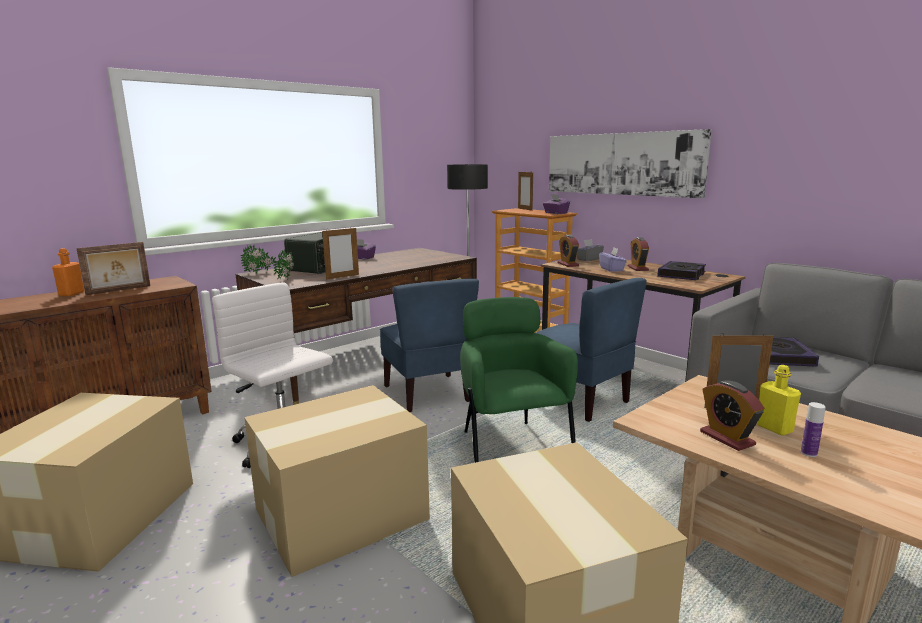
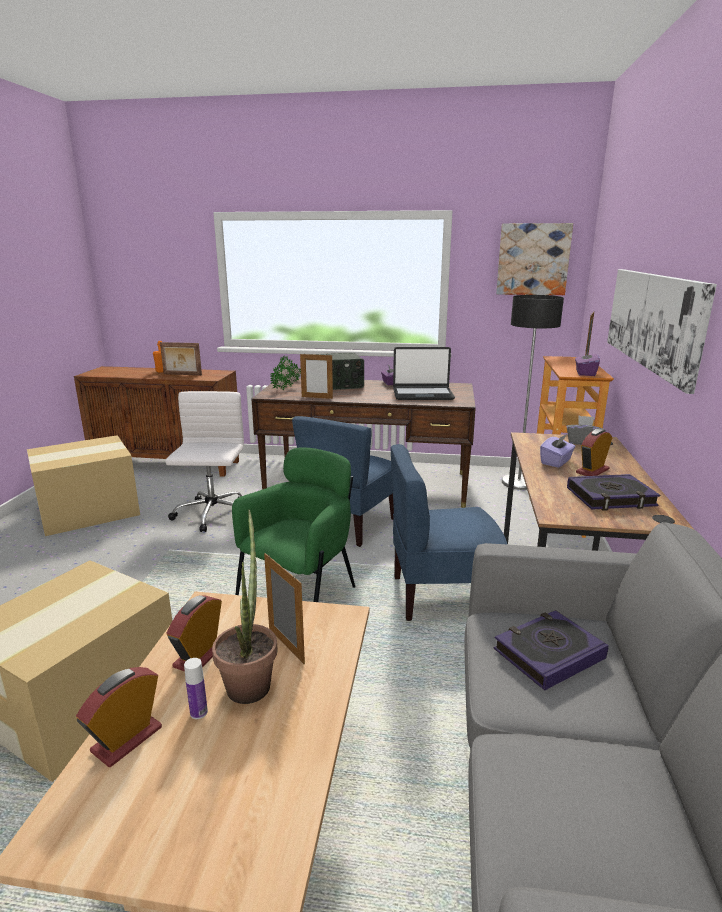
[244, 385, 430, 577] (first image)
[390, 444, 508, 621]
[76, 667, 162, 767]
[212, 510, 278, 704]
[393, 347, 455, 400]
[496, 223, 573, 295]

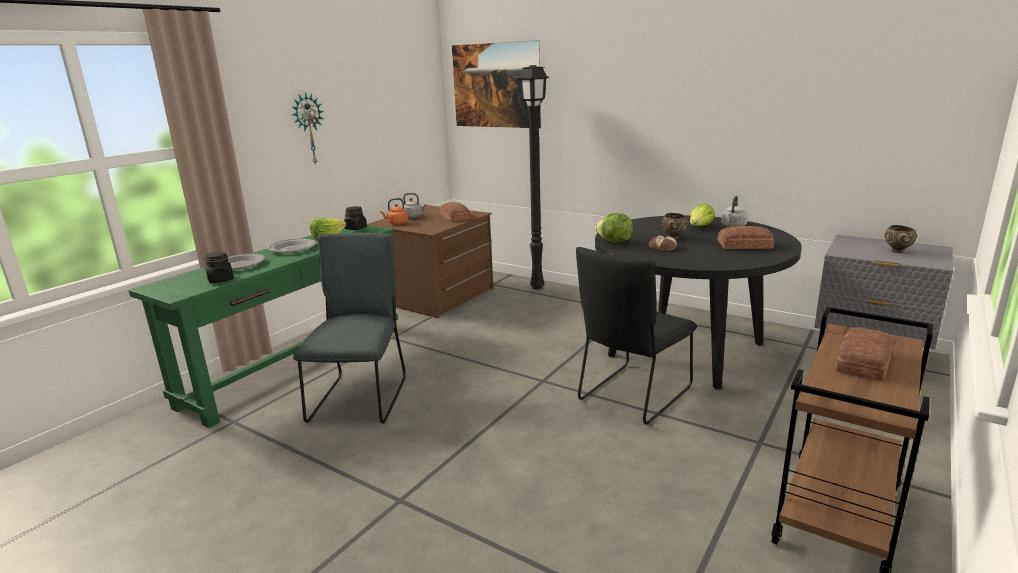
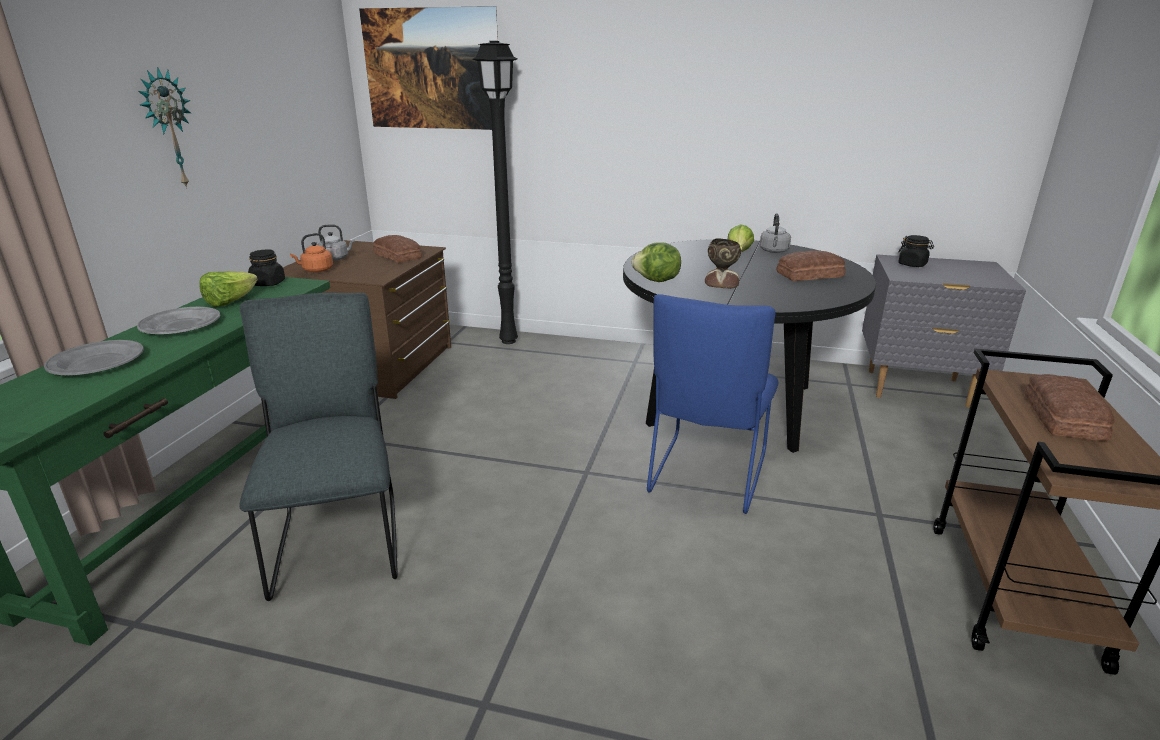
[898, 235, 934, 267]
[647, 294, 778, 514]
[885, 225, 917, 253] (first image)

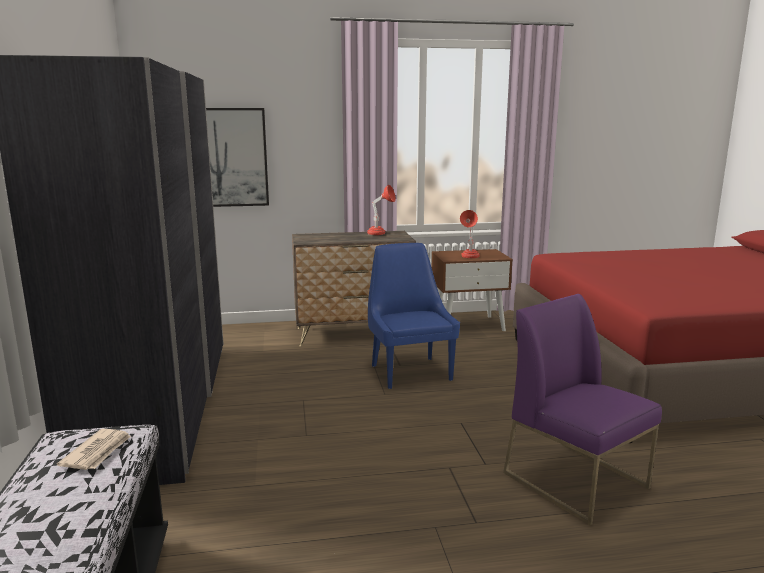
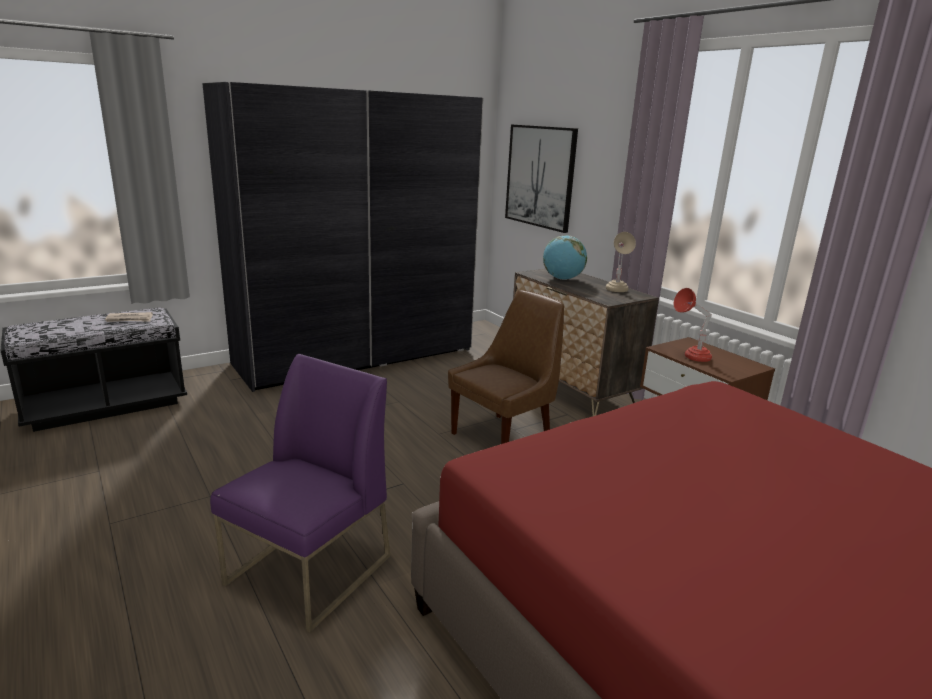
[606, 232, 636, 292]
[448, 290, 564, 444]
[543, 236, 587, 280]

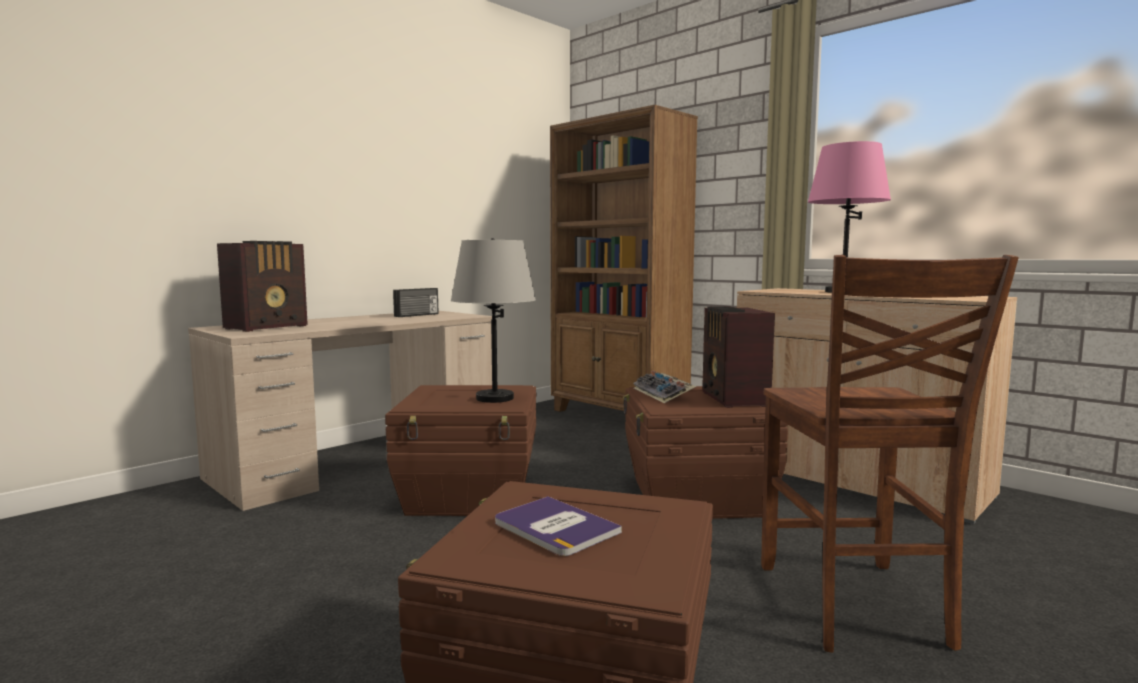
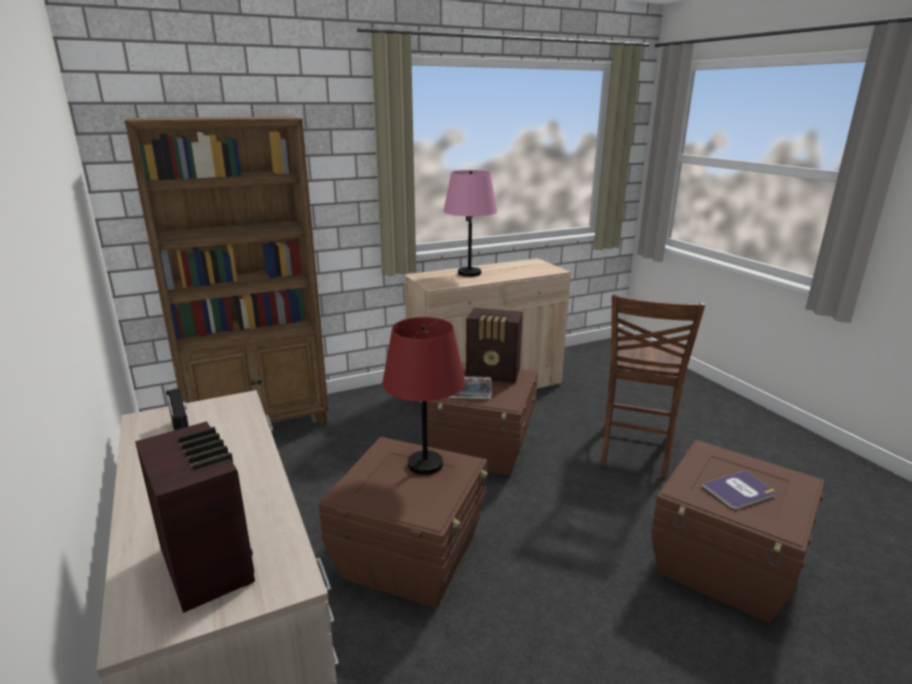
[382, 317, 465, 475]
[601, 294, 705, 477]

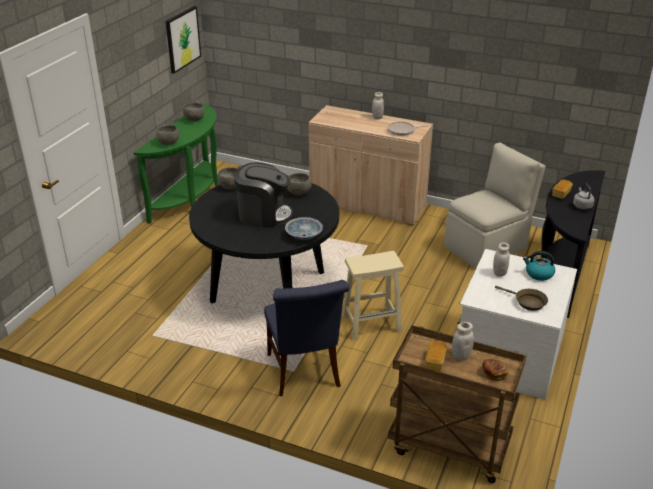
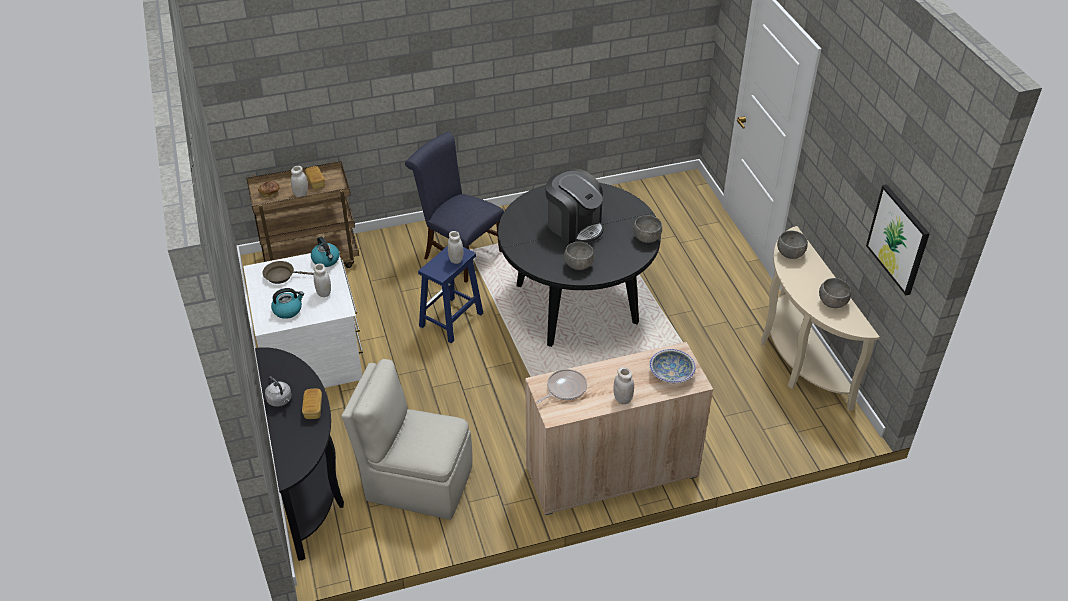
[761, 226, 880, 411]
[545, 169, 604, 244]
[649, 349, 696, 383]
[418, 245, 483, 343]
[341, 359, 472, 520]
[311, 237, 340, 267]
[448, 231, 463, 264]

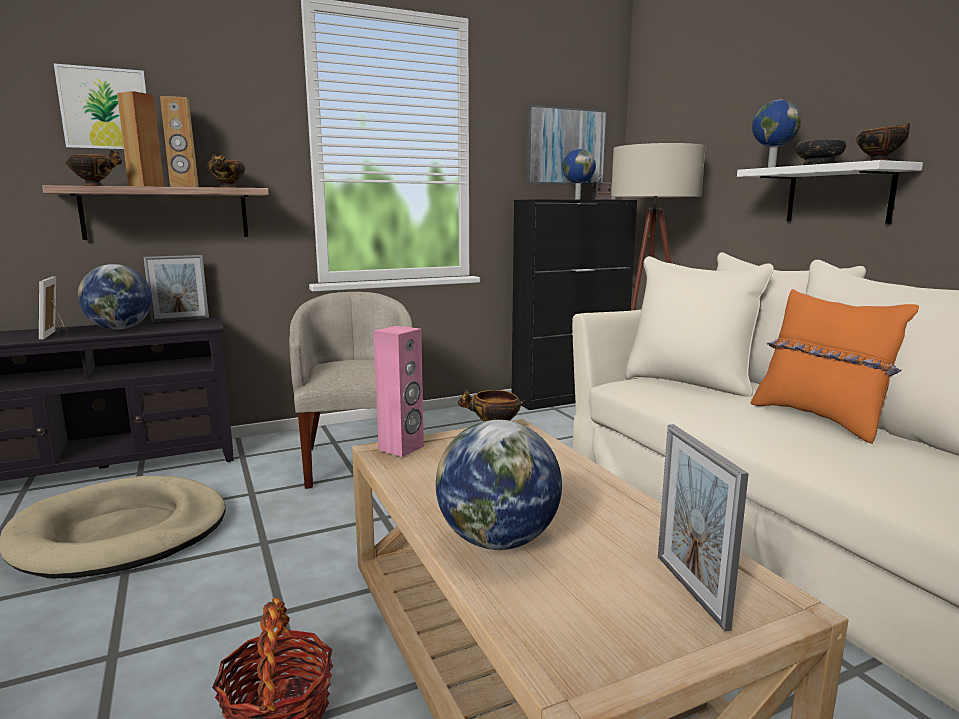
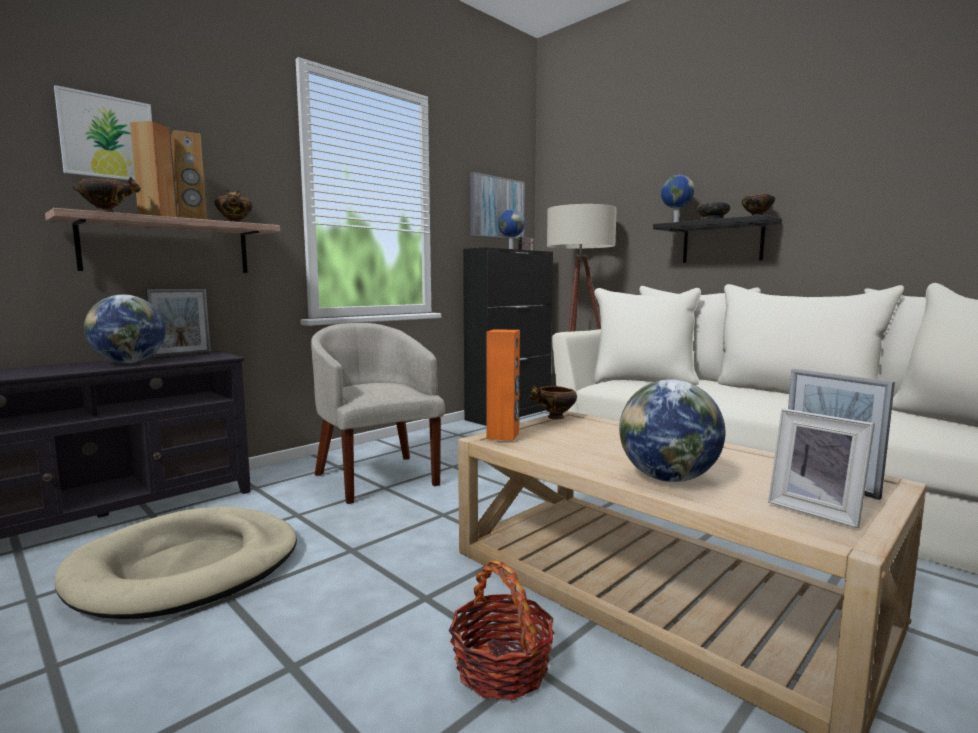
[768, 409, 875, 528]
[487, 329, 520, 441]
[653, 215, 782, 263]
[751, 289, 919, 444] (first image)

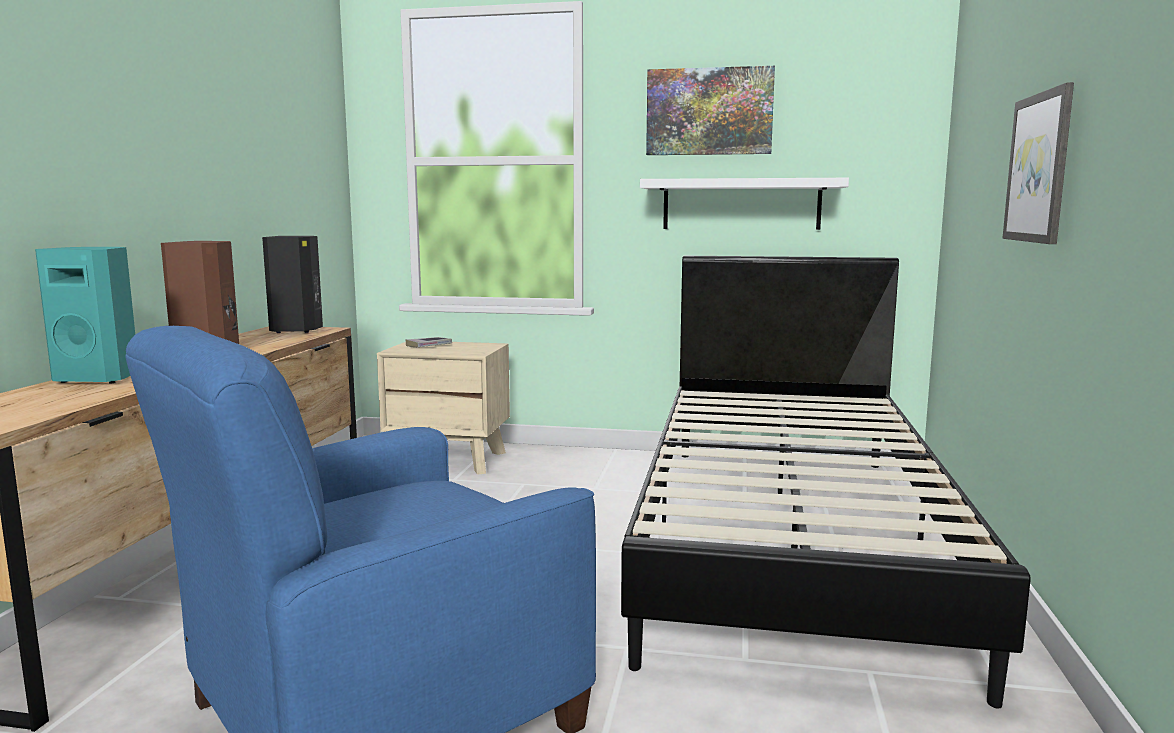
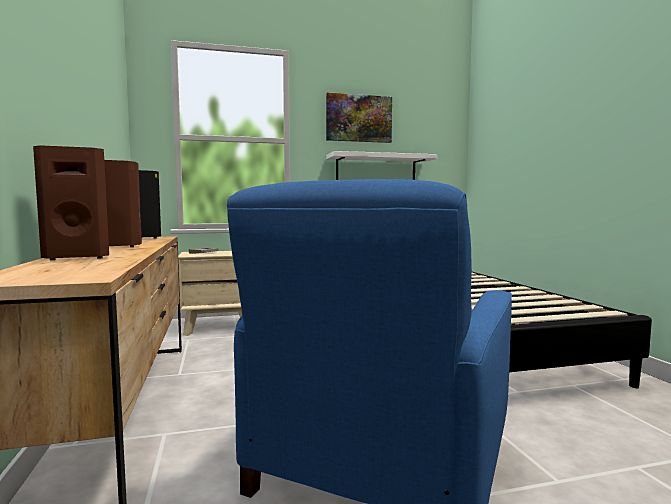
[33, 145, 109, 260]
[1003, 82, 1074, 244] (first image)

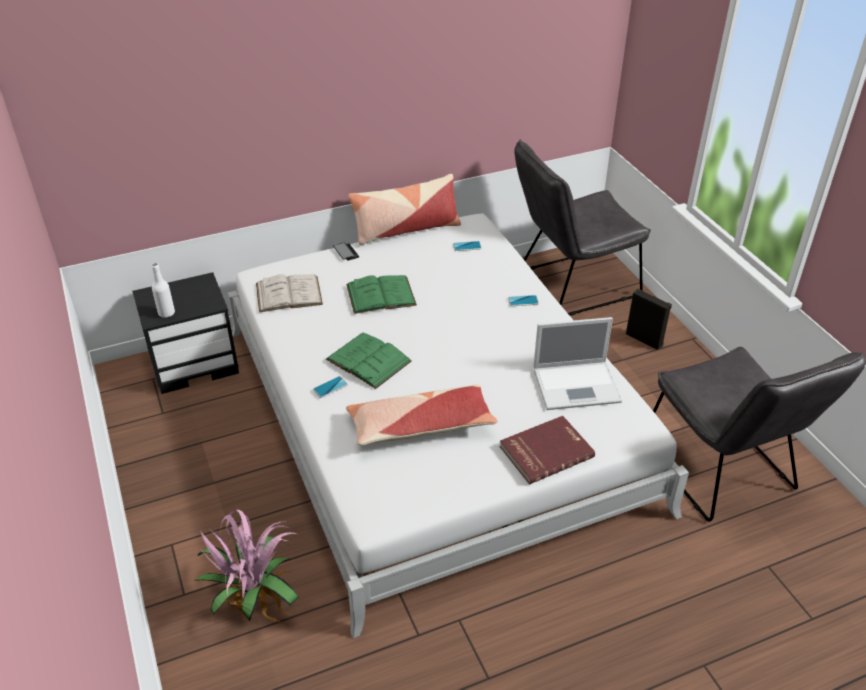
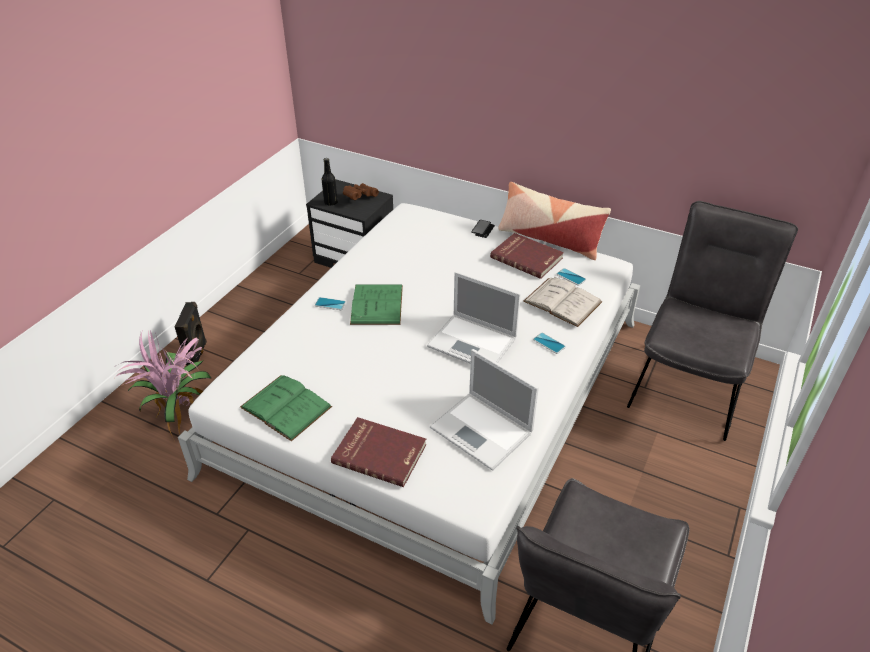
[322, 158, 338, 205]
[523, 277, 602, 327]
[240, 375, 332, 442]
[346, 384, 498, 446] (first image)
[627, 201, 798, 441]
[175, 302, 207, 366]
[343, 183, 379, 200]
[427, 272, 521, 364]
[490, 233, 564, 279]

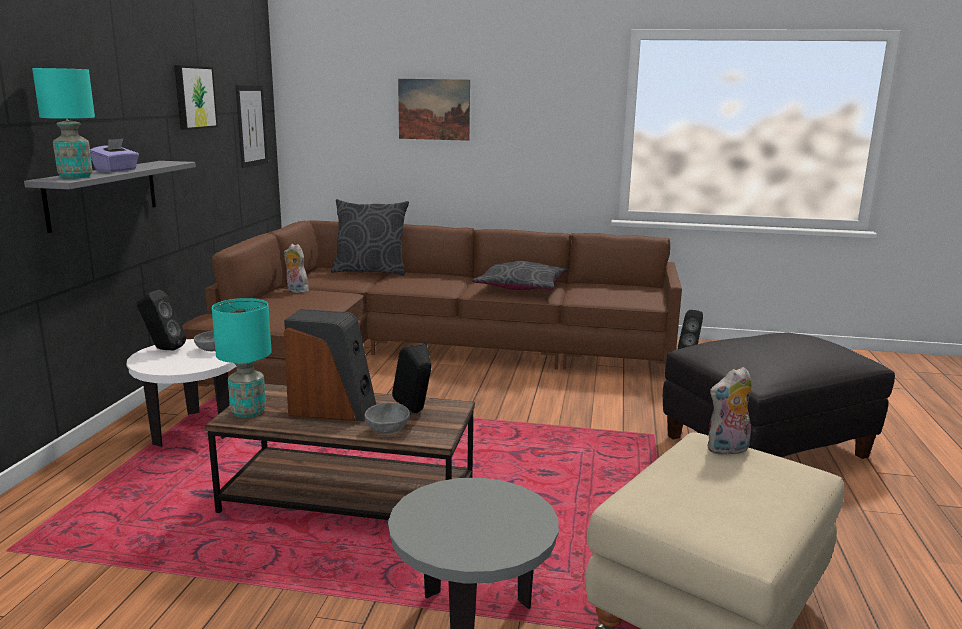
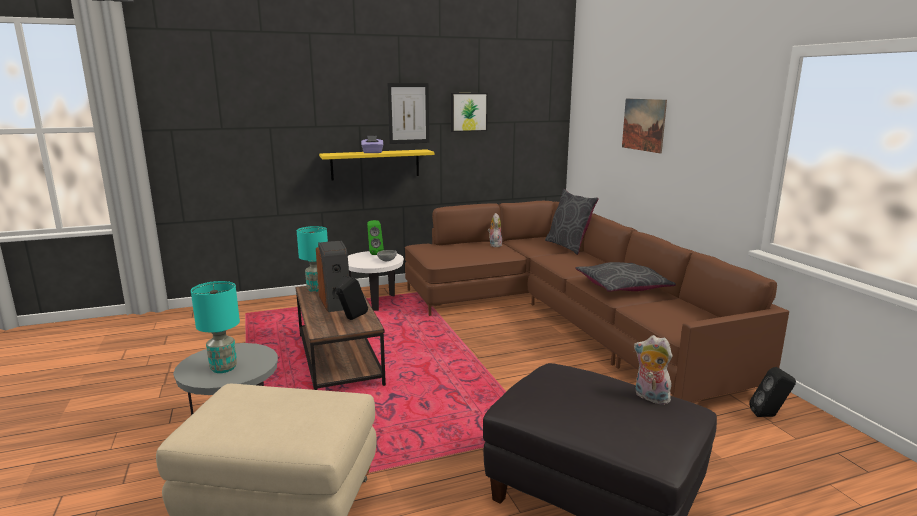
[319, 149, 434, 180]
[191, 281, 240, 373]
[367, 220, 384, 255]
[387, 83, 429, 144]
[365, 403, 410, 433] (first image)
[634, 335, 673, 404]

